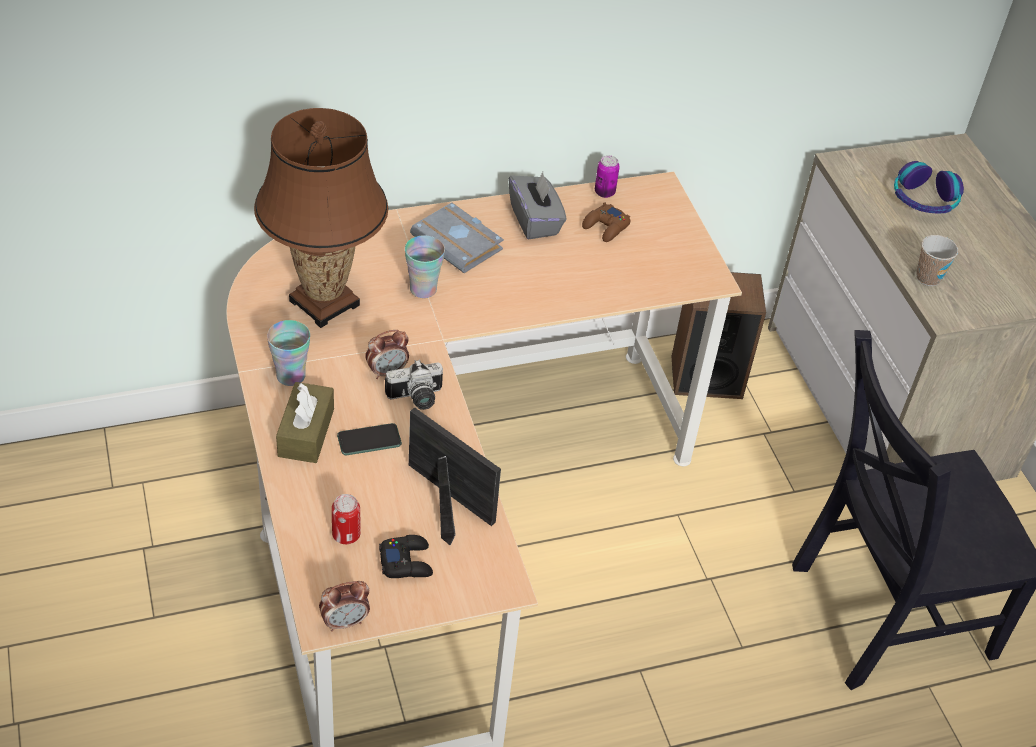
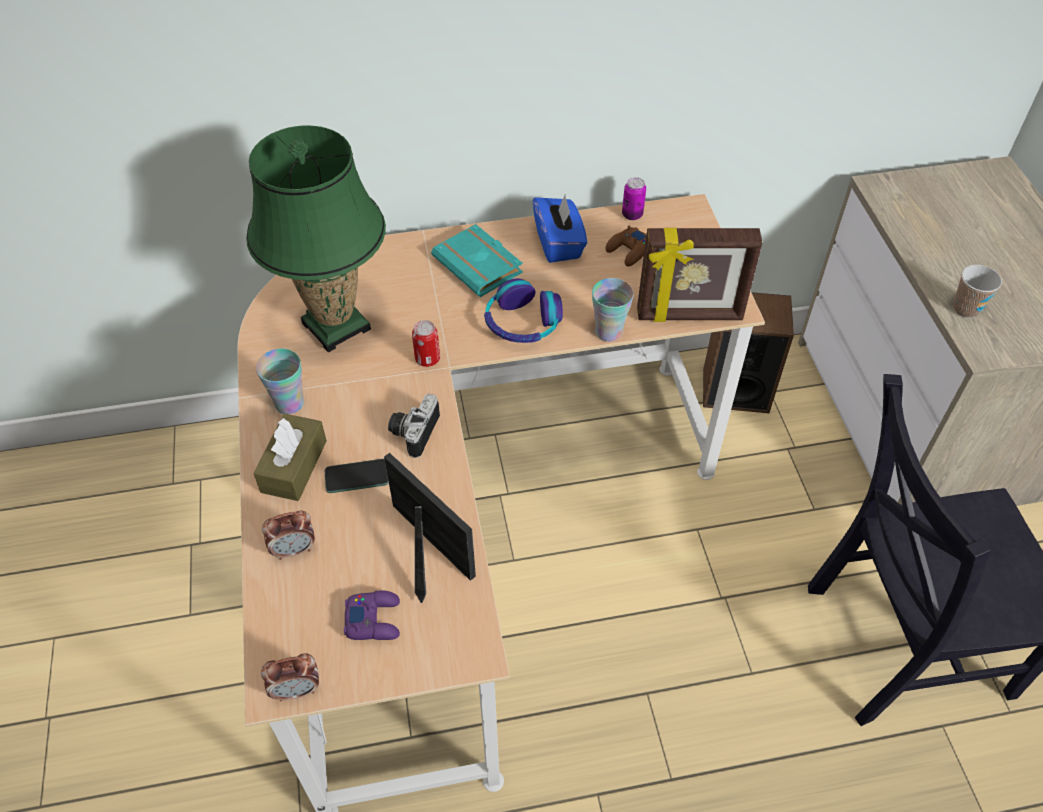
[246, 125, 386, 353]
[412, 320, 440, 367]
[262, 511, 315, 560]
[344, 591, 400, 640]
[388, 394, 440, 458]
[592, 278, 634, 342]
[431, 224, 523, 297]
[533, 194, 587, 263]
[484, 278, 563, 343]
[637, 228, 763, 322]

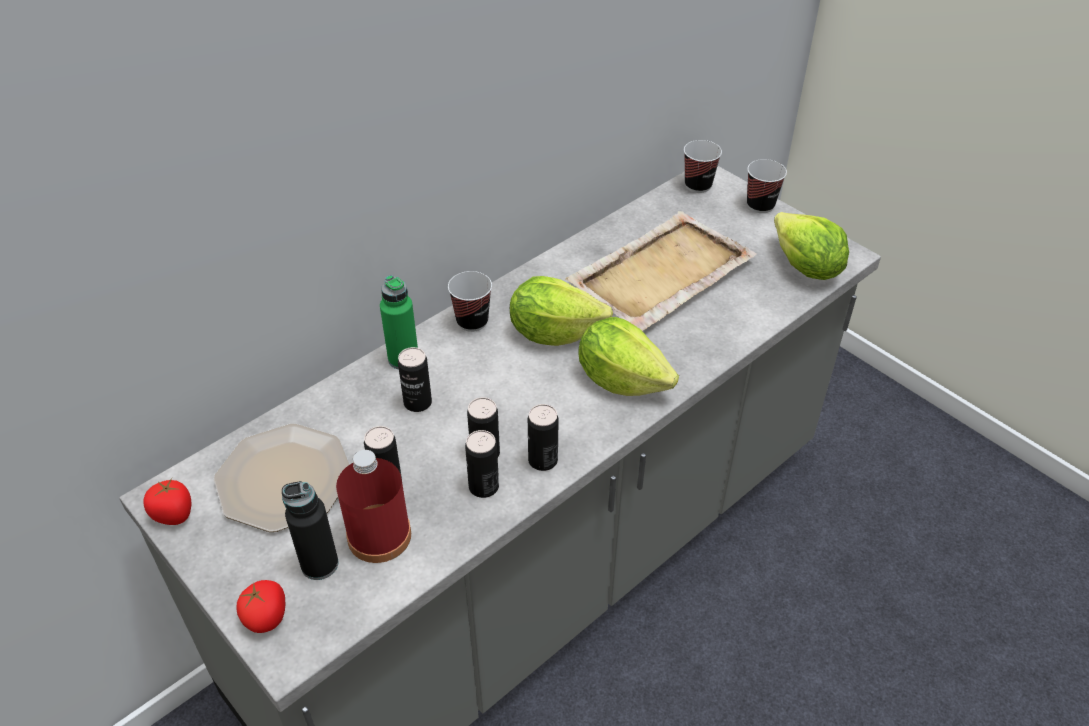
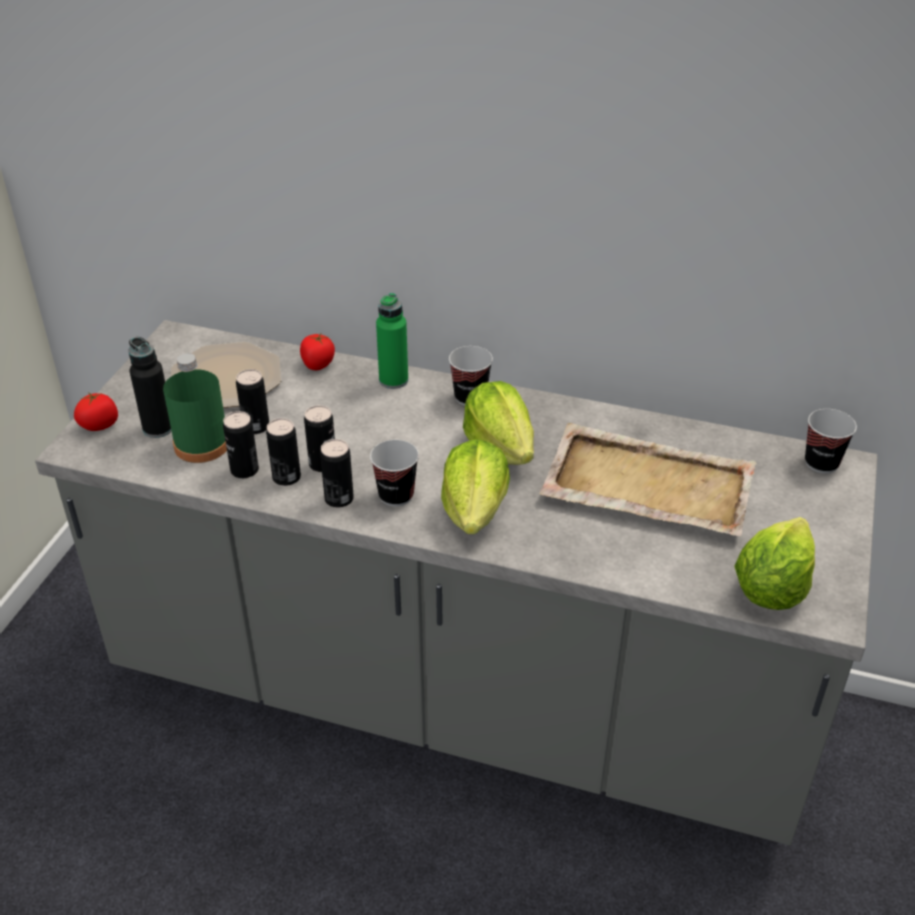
[300, 334, 335, 370]
[163, 353, 227, 463]
[223, 411, 259, 478]
[370, 440, 419, 506]

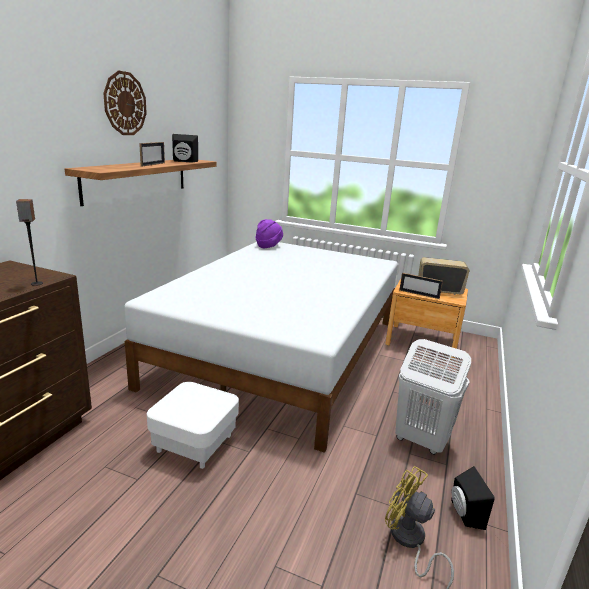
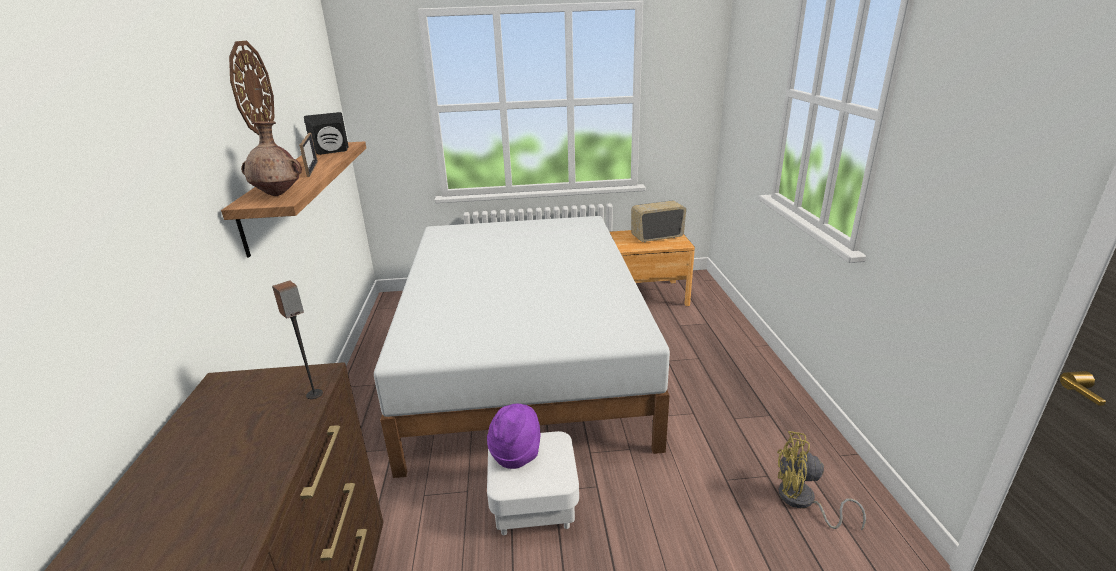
[487, 404, 540, 469]
[395, 339, 471, 455] (first image)
[399, 273, 443, 299] (first image)
[451, 466, 495, 530] (first image)
[241, 121, 302, 196]

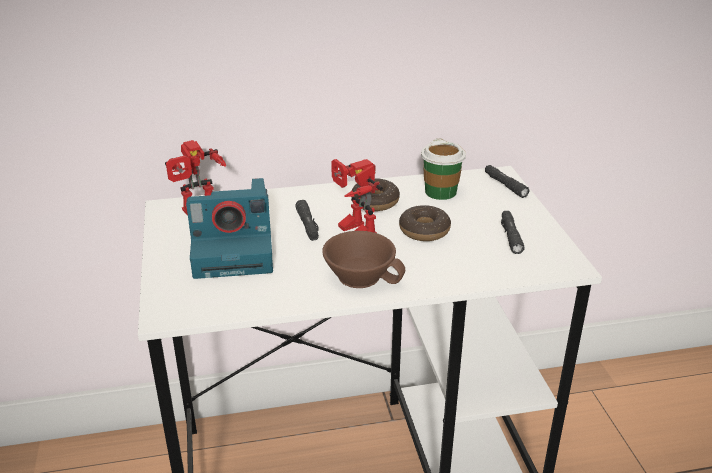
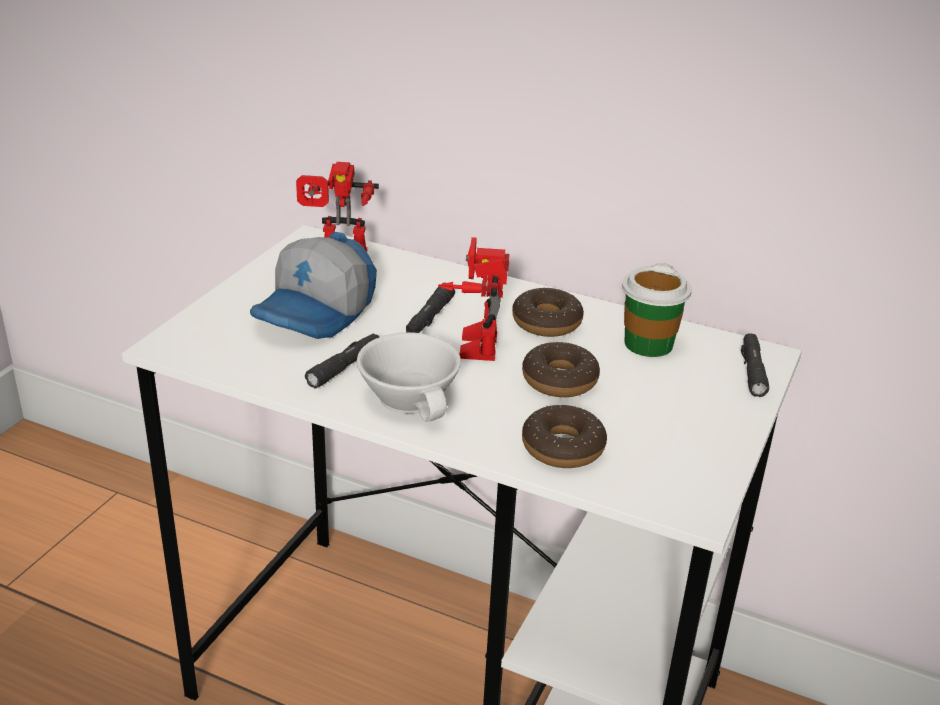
[250, 232, 377, 339]
[357, 333, 461, 422]
[305, 333, 379, 388]
[522, 405, 607, 468]

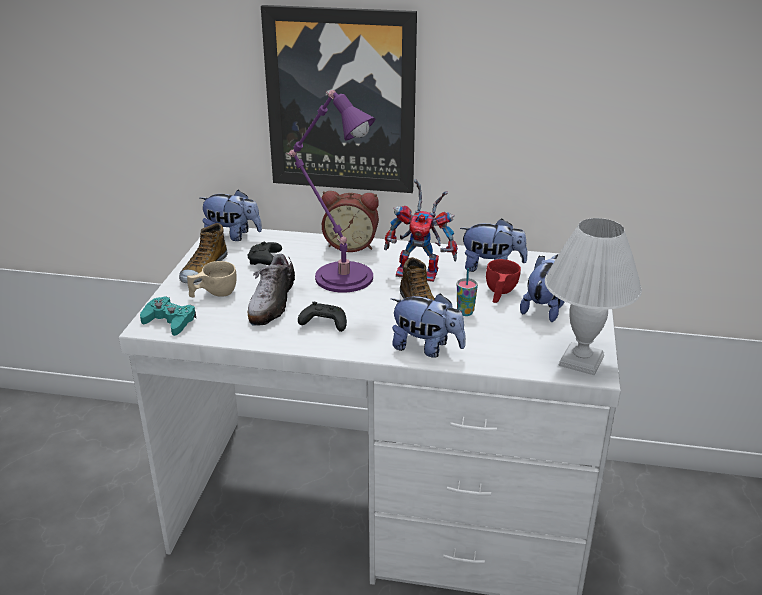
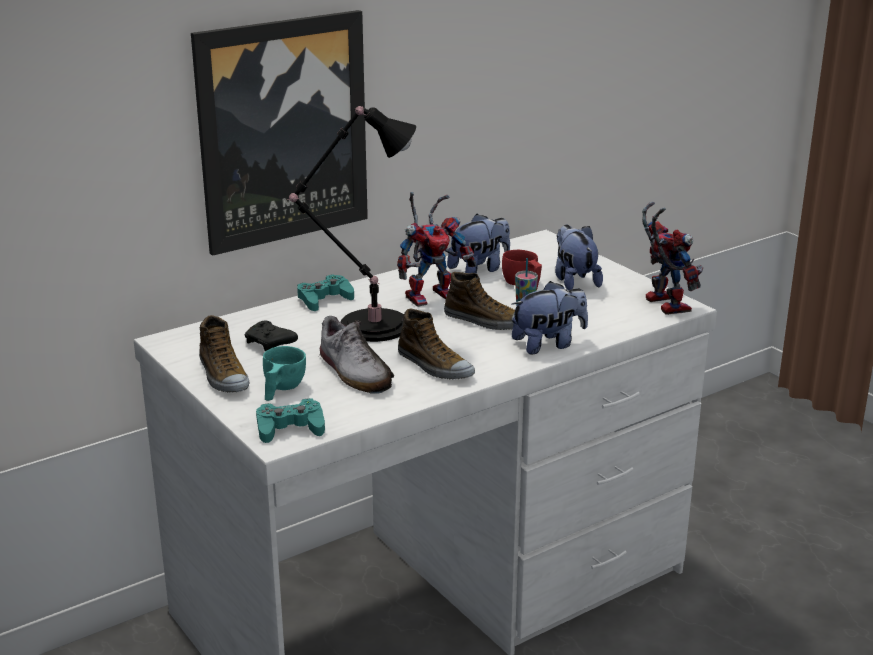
[263, 346, 306, 401]
[200, 190, 262, 241] (first image)
[287, 106, 416, 342]
[398, 308, 475, 379]
[297, 275, 354, 311]
[642, 201, 703, 315]

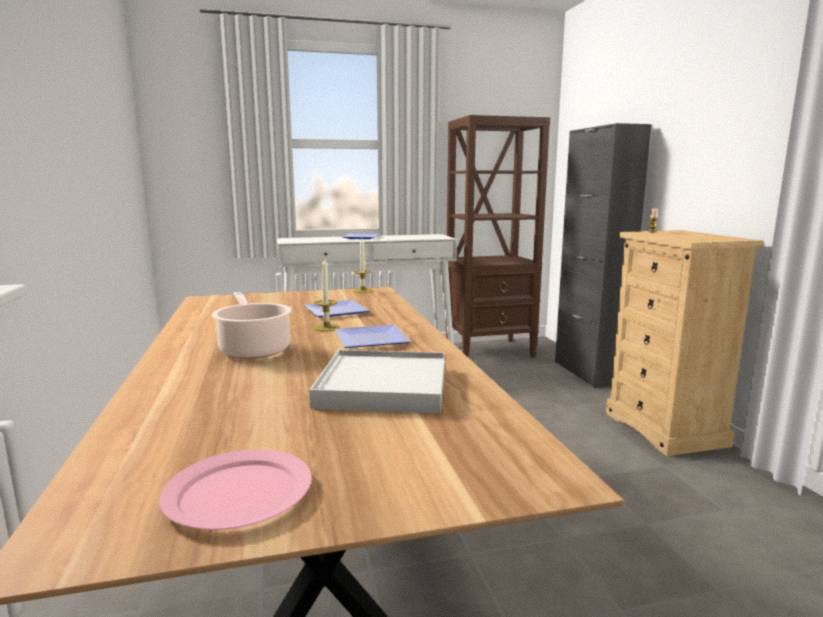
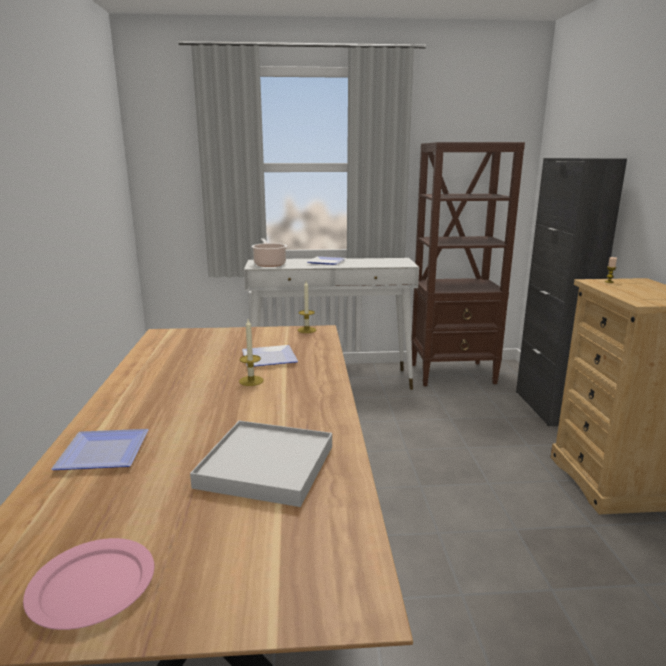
[251, 238, 287, 267]
[51, 429, 149, 470]

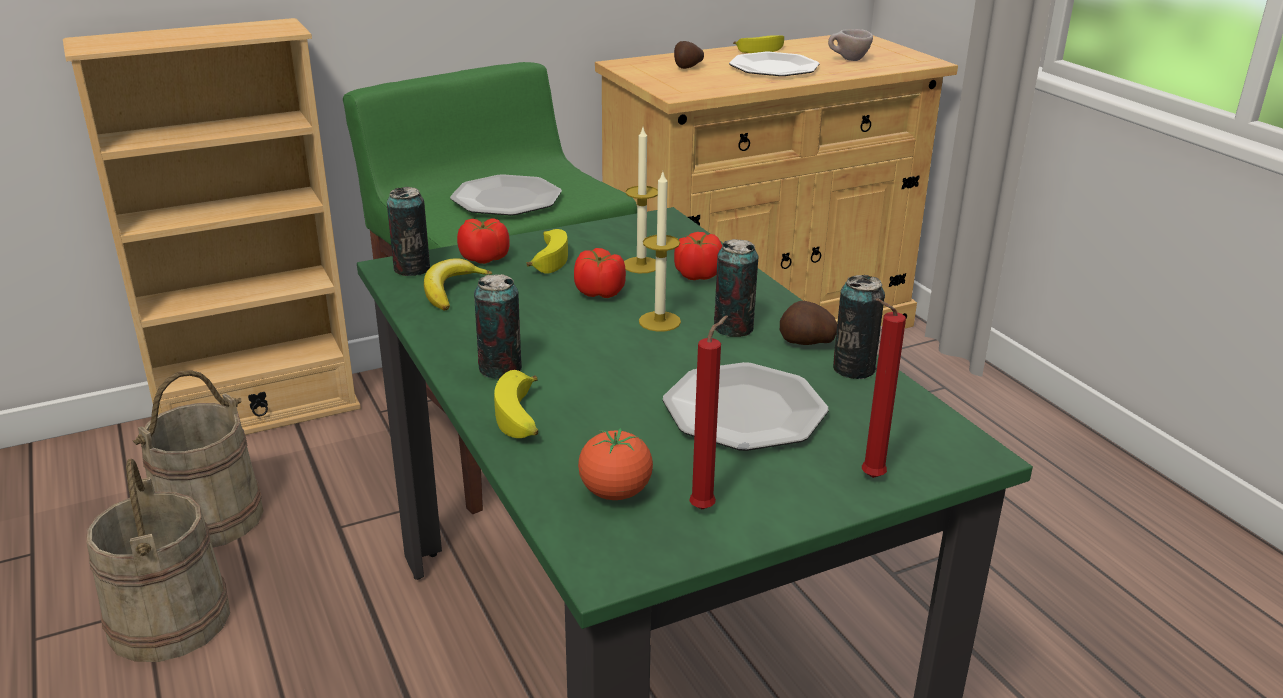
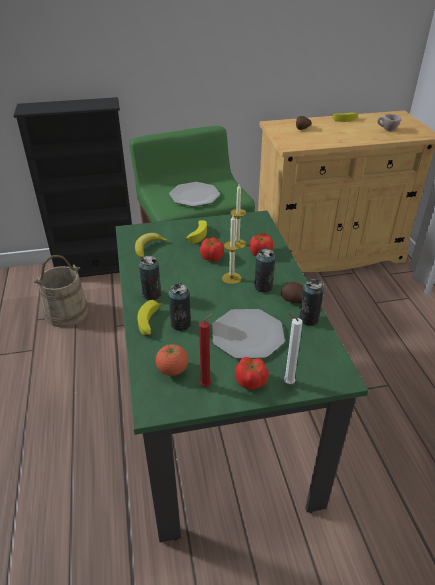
[14, 97, 132, 277]
[86, 459, 230, 662] (first image)
[169, 284, 191, 331]
[235, 357, 269, 390]
[729, 52, 820, 76] (first image)
[284, 313, 303, 384]

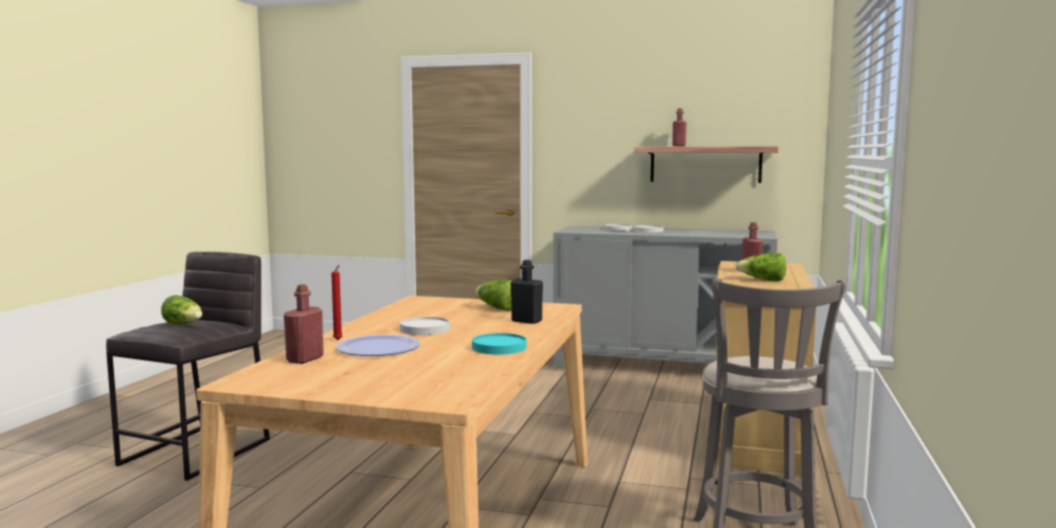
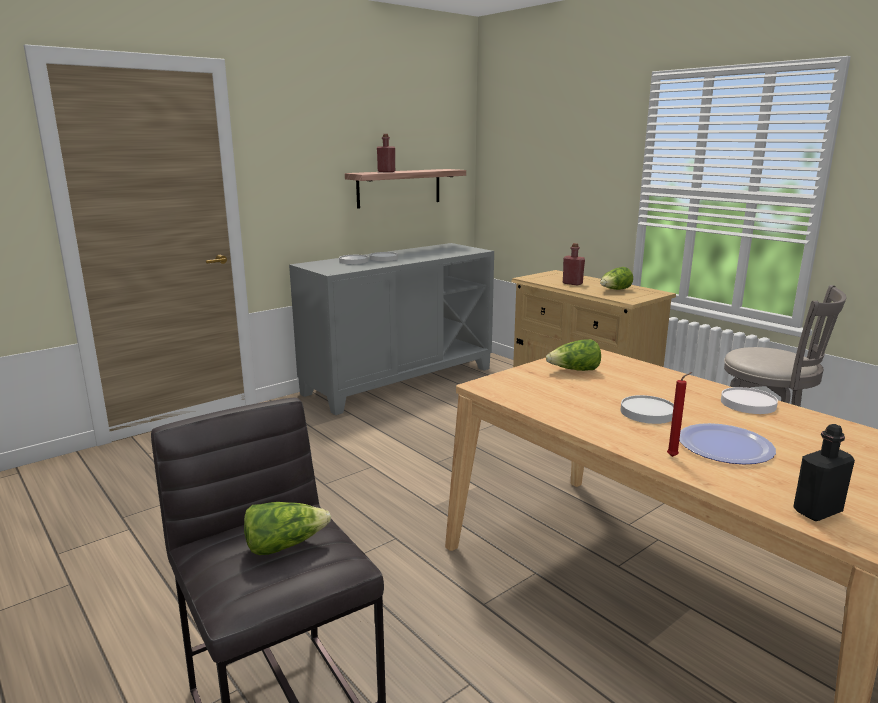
[284, 284, 324, 364] (first image)
[721, 387, 778, 414]
[793, 424, 855, 521]

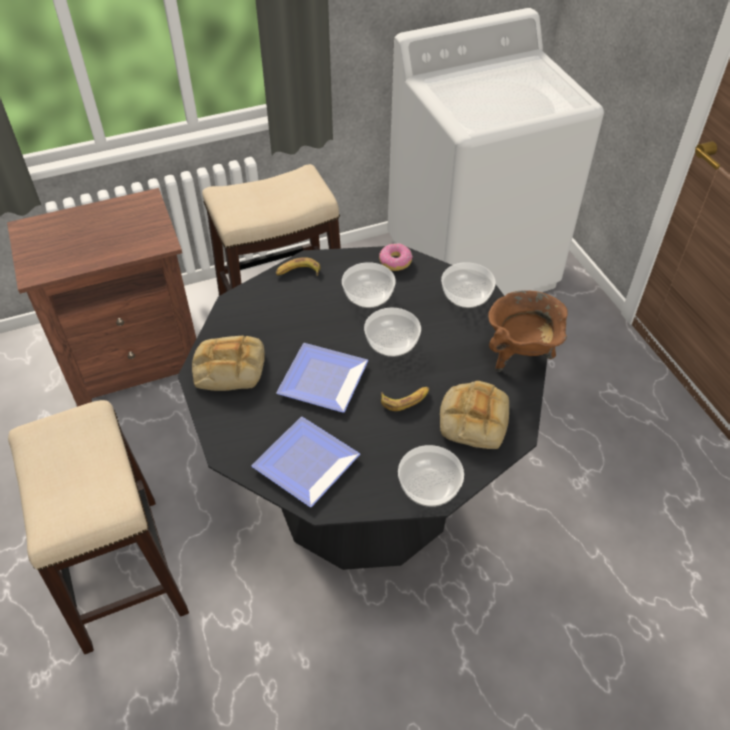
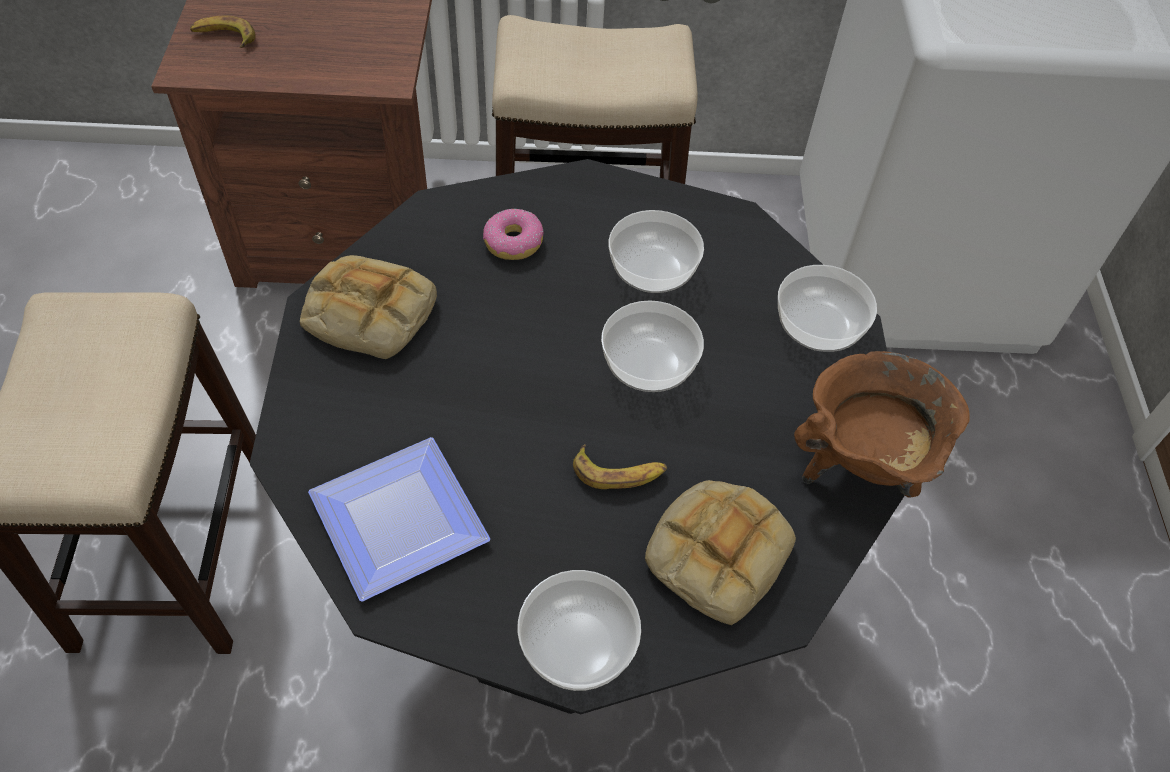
[190, 15, 256, 48]
[276, 343, 368, 413] (first image)
[483, 209, 544, 260]

